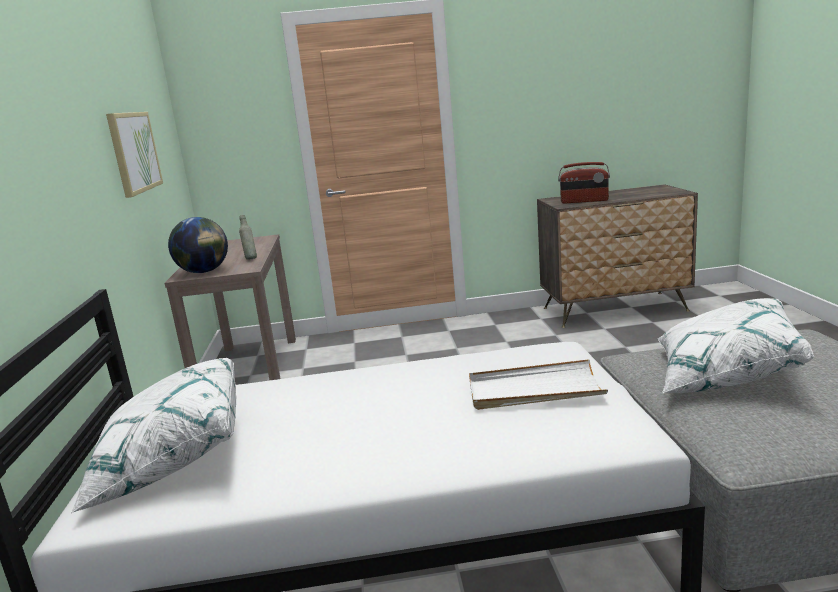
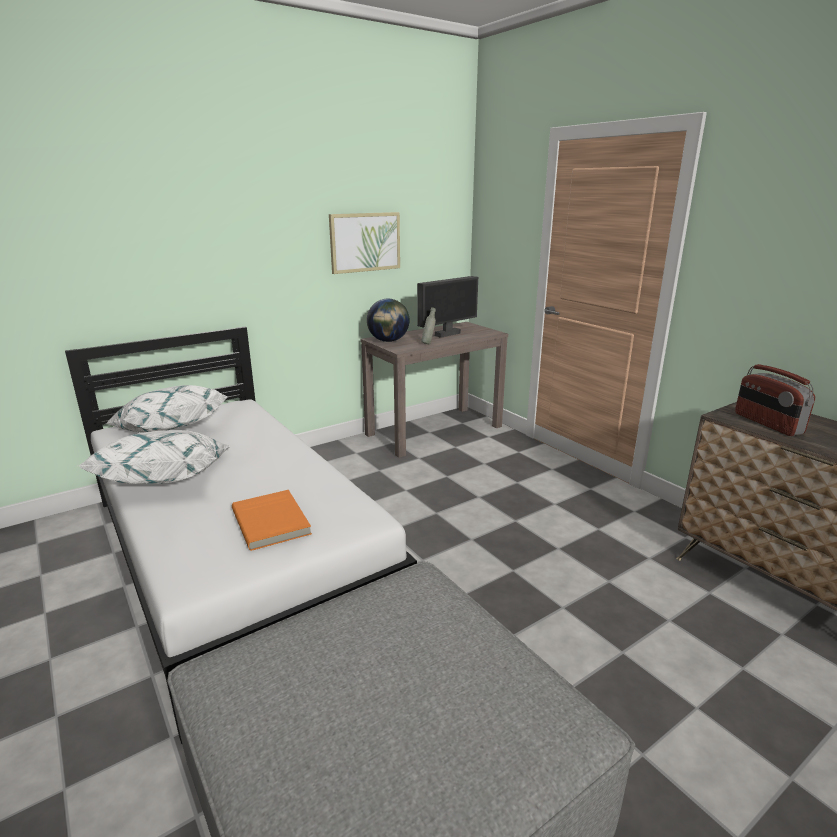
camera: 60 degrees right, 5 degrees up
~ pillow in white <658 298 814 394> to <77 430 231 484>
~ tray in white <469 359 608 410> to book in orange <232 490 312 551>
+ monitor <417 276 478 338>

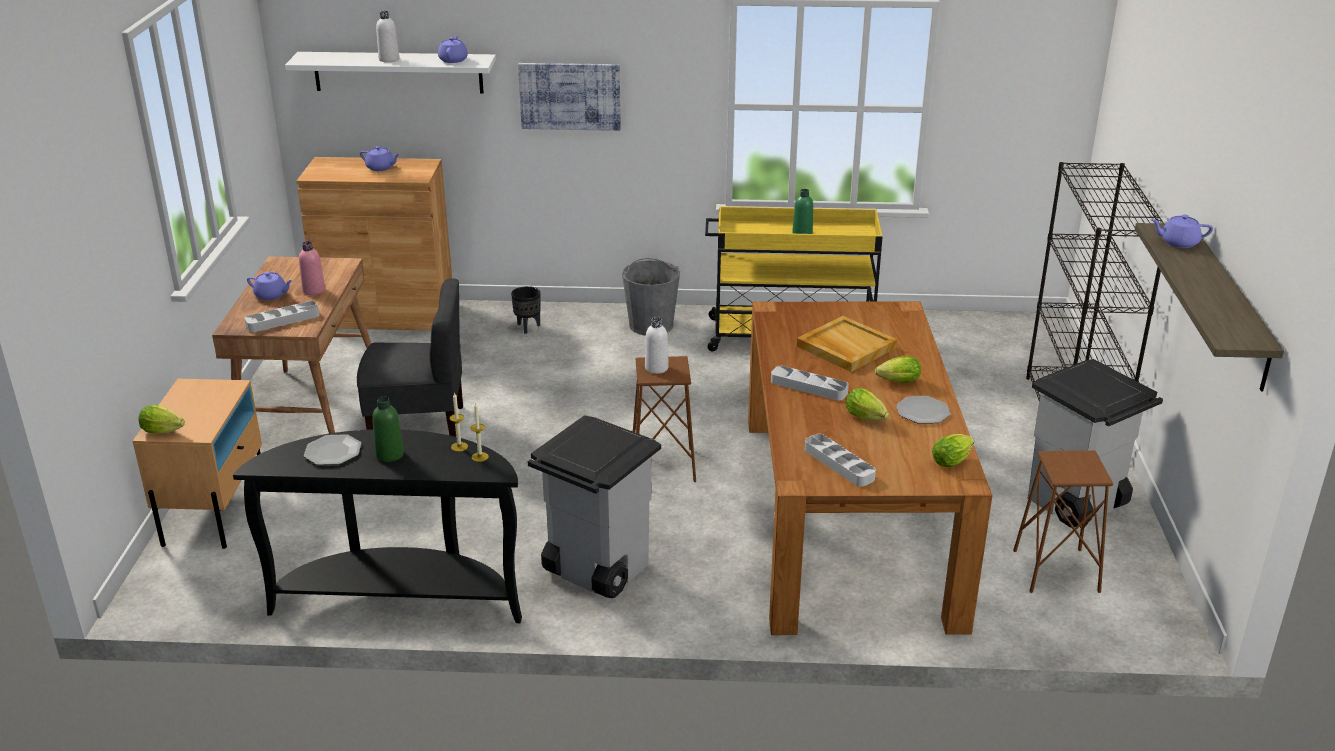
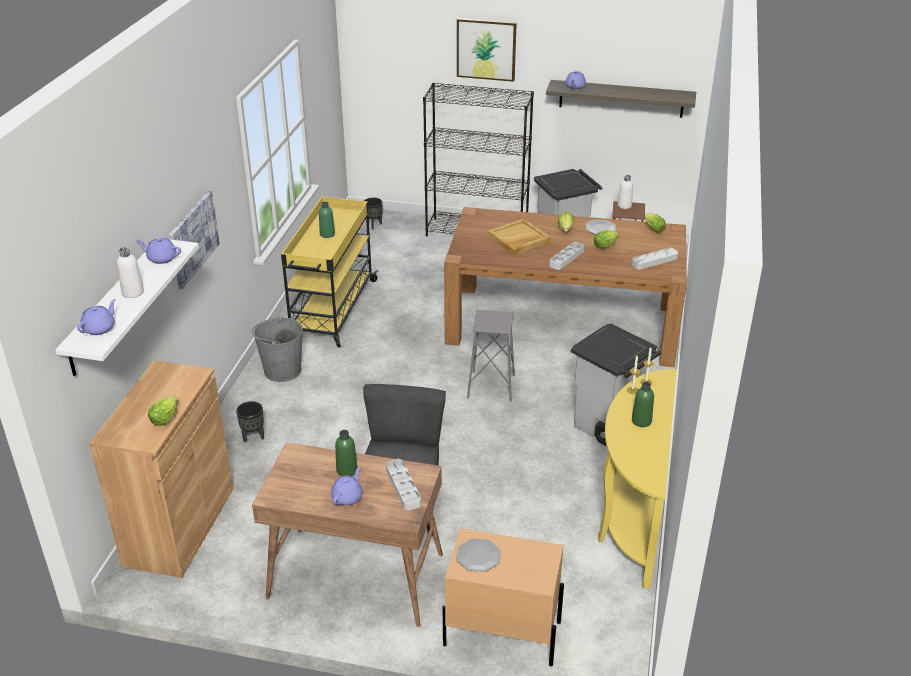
camera: 80 degrees left, 5 degrees up
~ teapot in purple <360 146 400 171> to <77 299 116 335>
~ bottle in pink <299 241 325 295> to bottle in green <335 430 358 476>
~ bottle in white <645 317 669 374> to <618 175 633 209>
~ stool in brown <633 356 696 482> to stool in grey <467 310 515 402>
~ lettuce <138 405 185 434> to <148 396 178 426>
~ console table in black <233 429 522 623> to console table in yellow <598 369 677 589>
~ plate <304 434 361 465> to <456 538 501 572>
+ picture <457 18 517 82>
+ planter in black <364 198 382 230>

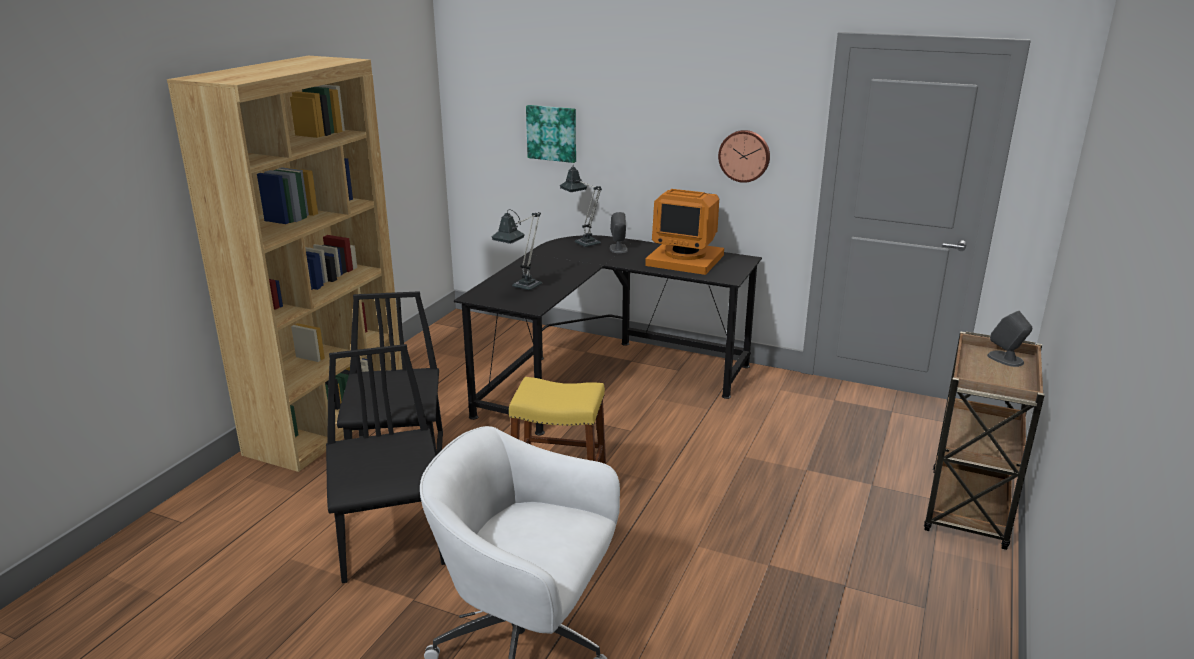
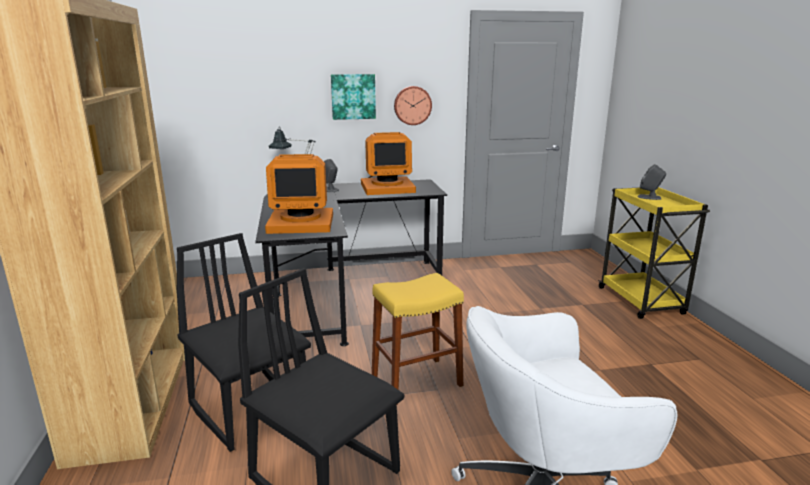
camera: 35 degrees left, 5 degrees down
~ picture <526 105 576 163> to <331 74 376 120>
~ table lamp <491 209 542 290> to monitor <265 154 333 234>
~ cart in brown <924 331 1045 550> to cart in yellow <598 187 710 319>

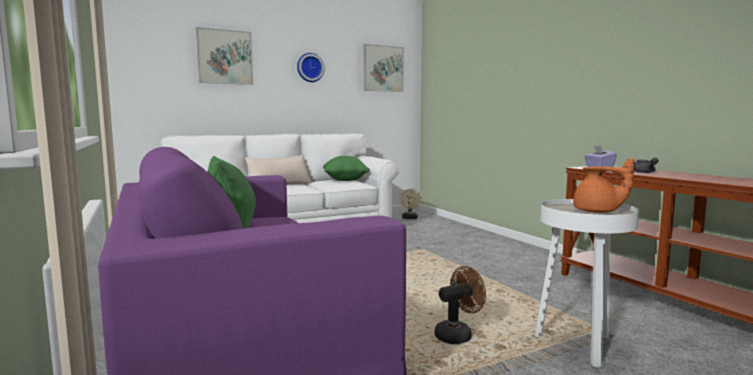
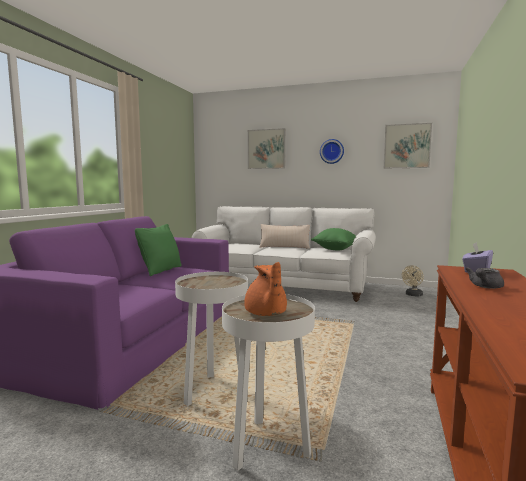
camera: 45 degrees right, 0 degrees up
~ fan in brown <435 266 486 344> to side table in white <175 272 248 406>

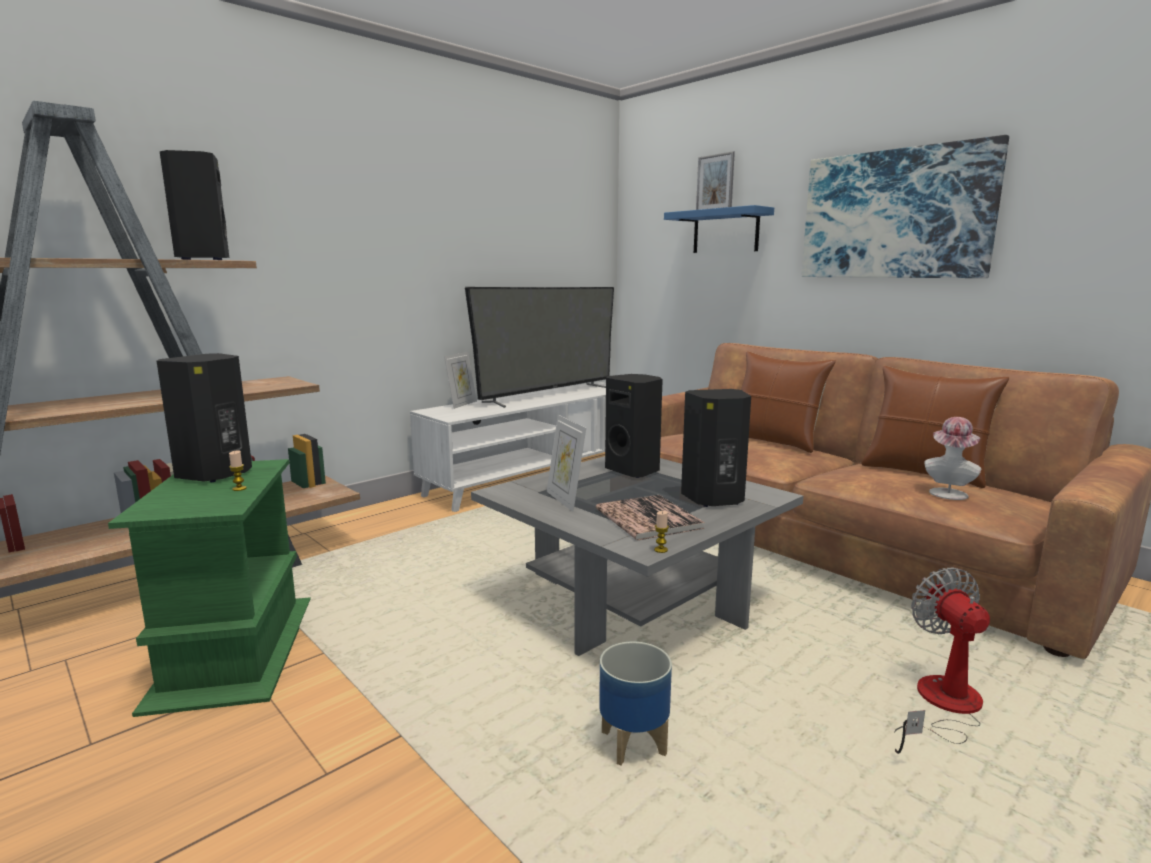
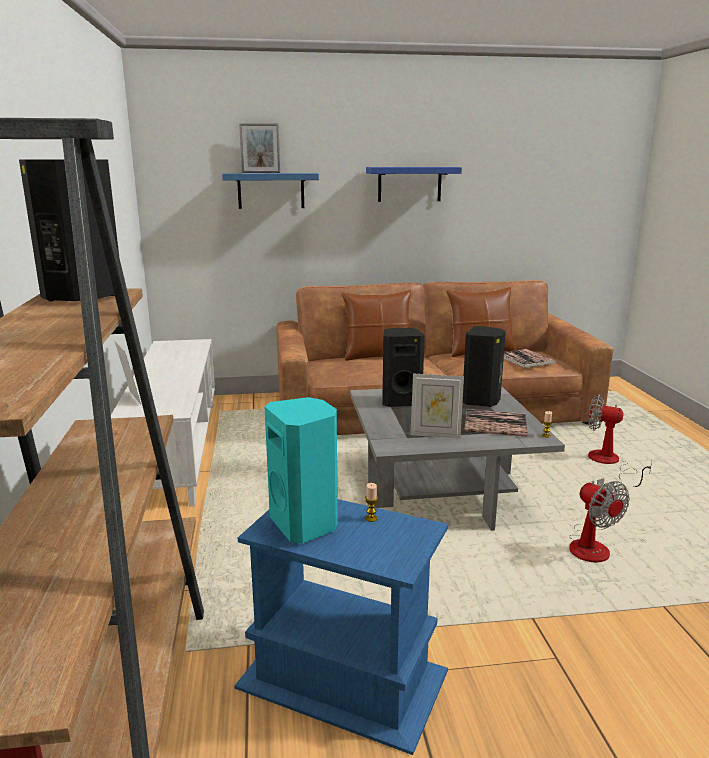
camera: 55 degrees left, 5 degrees up
~ picture <802 135 1009 278> to shelf in blue <366 167 462 202>
- television <465 287 614 408>
~ speaker in black <157 353 252 482> to speaker in turquoise <264 397 338 544>
~ hat <925 417 981 500> to book <504 349 556 368>
~ side table in green <108 459 311 717> to side table in blue <234 499 448 755>
~ planter <599 641 672 765> to fan <569 478 630 562>

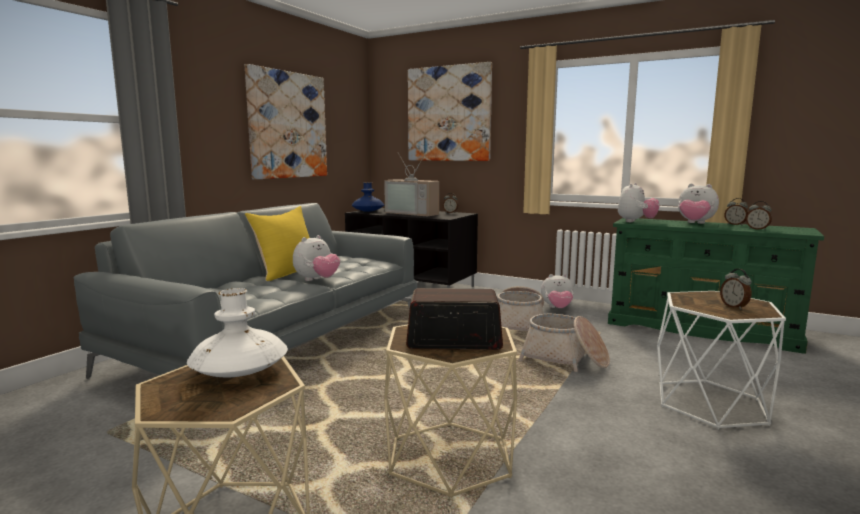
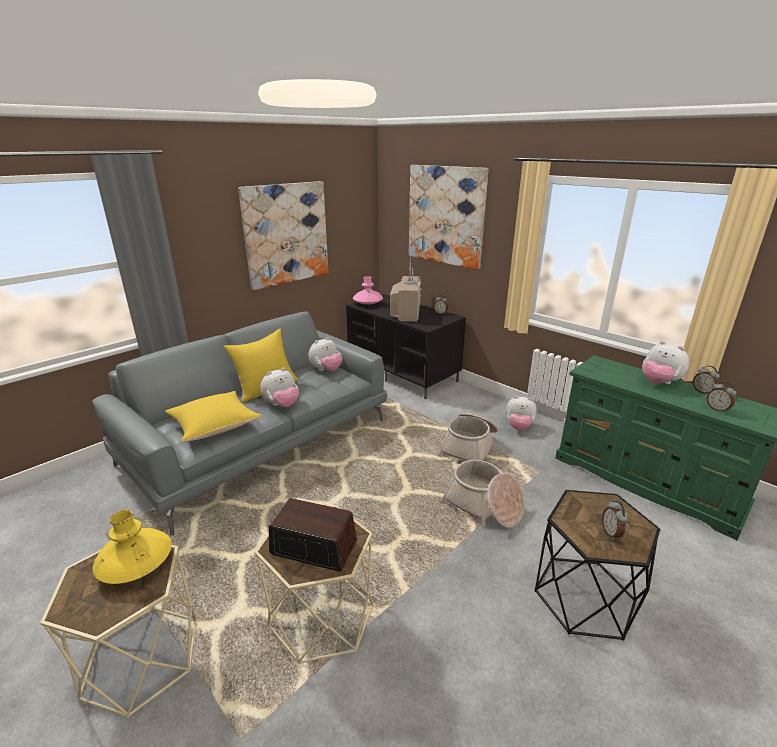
camera: 15 degrees right, 15 degrees up
~ television <384 153 439 216> = <390 258 422 322> 135 degrees counterclockwise
~ vase in blue <352 182 384 212> to vase in pink <353 277 383 305>
~ plush toy <618 183 660 222> to <309 337 343 371>
~ vase in white <187 288 288 377> to vase in yellow <93 510 172 584>
~ side table in white <657 291 786 430> to side table in black <534 490 661 641>
+ pillow in yellow <165 391 262 442>

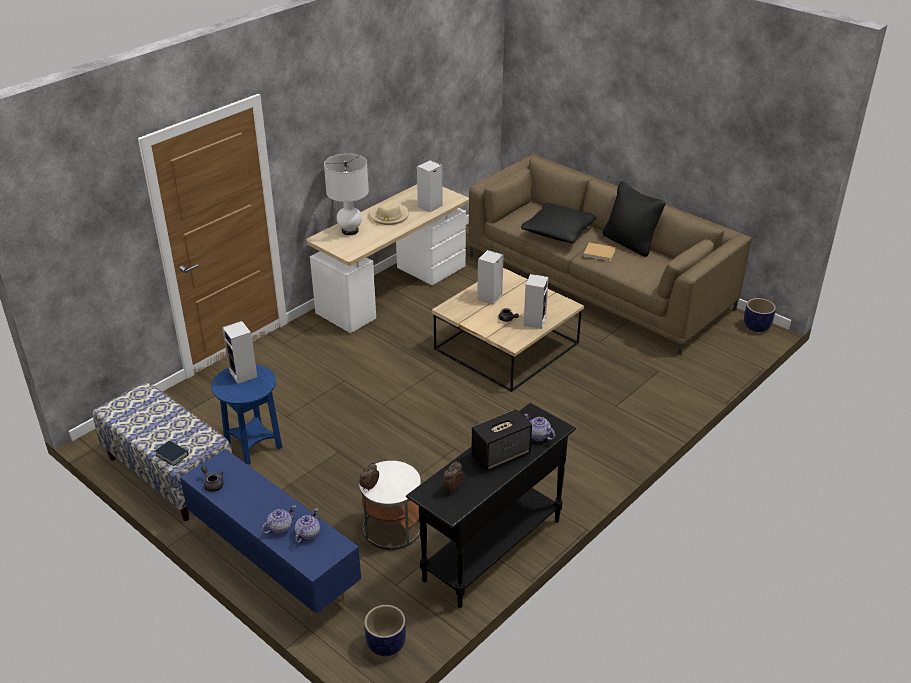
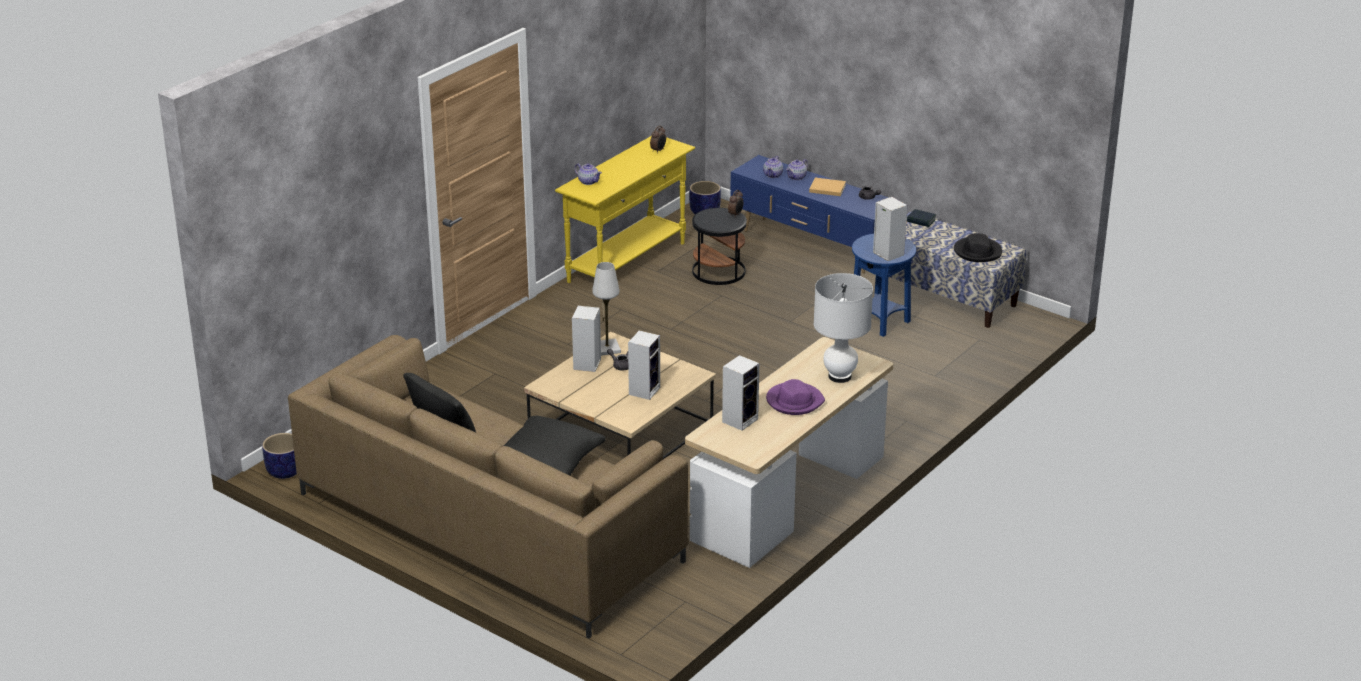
camera: 175 degrees right, 5 degrees down
~ hat in beige <369 201 409 225> to hat in purple <766 379 825 415>
~ book in beige <583 242 616 261> to <809 178 846 196>
~ console table in black <406 403 576 608> to console table in yellow <555 136 695 283>
- speaker <471 409 532 471>
~ side table in white <359 461 421 550> to side table in black <692 208 747 285>
+ hat in black <954 233 1002 262>
+ table lamp in white <592 262 621 356>

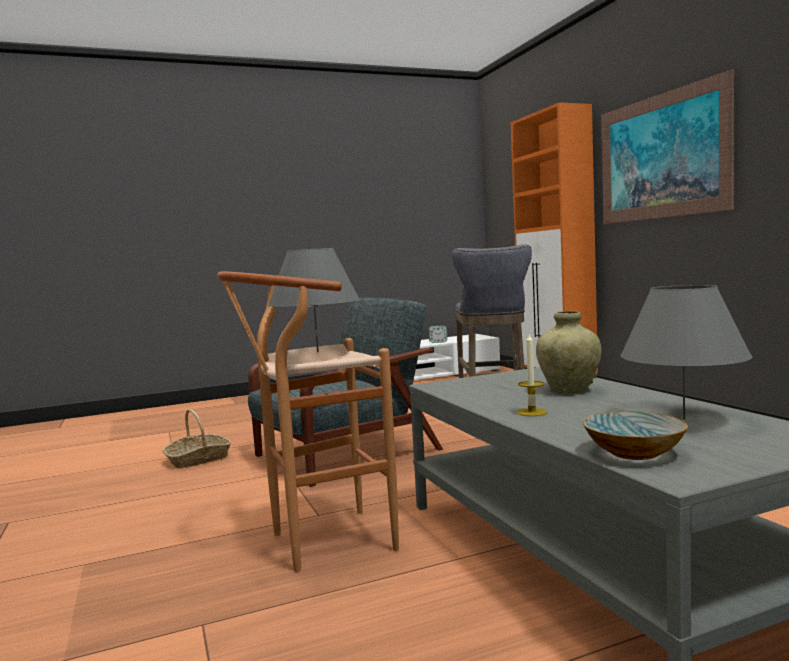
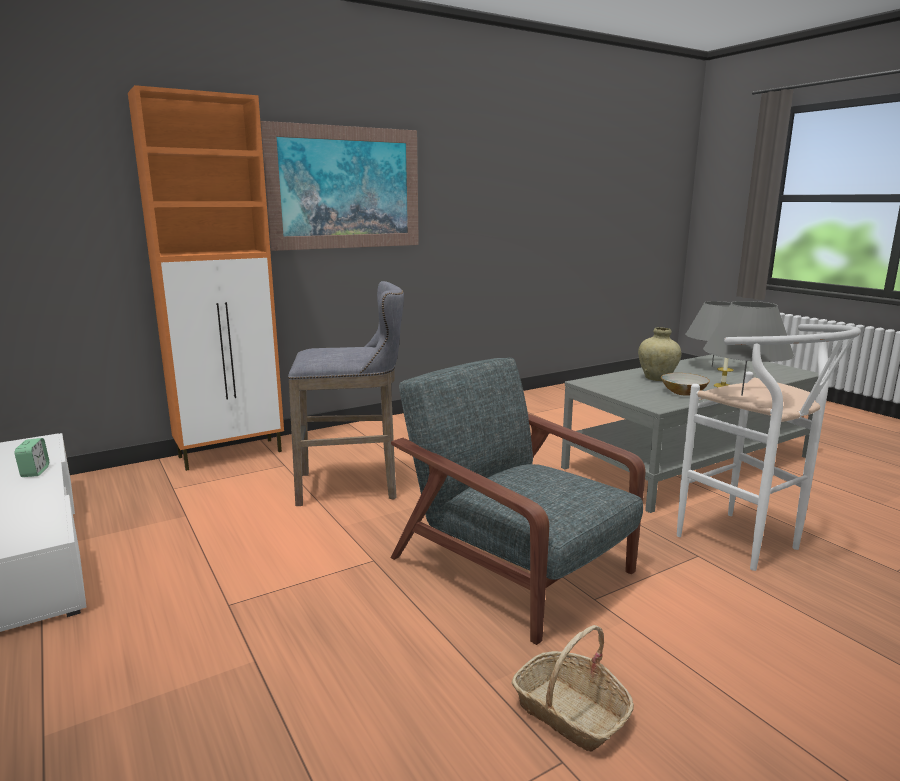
camera: 100 degrees left, 10 degrees up
~ stool in brown <217 271 399 572> to stool in white <677 324 861 571>
~ bowl <583 411 688 460> to <661 373 710 396>

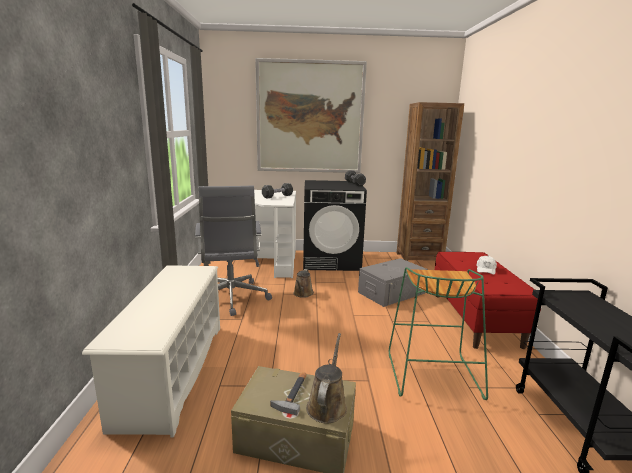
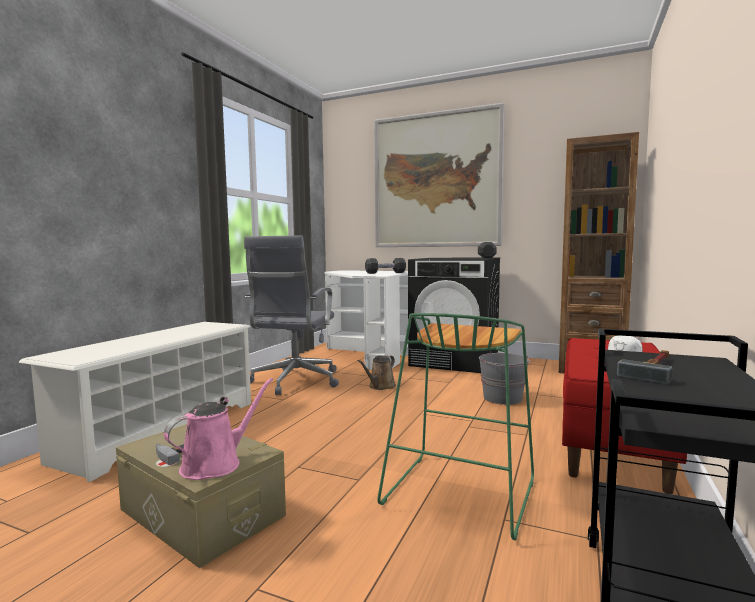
camera: 25 degrees right, 10 degrees down
~ storage box in grey <358 258 428 307> to bucket in grey <479 353 531 405>
~ watering can in brown <306 333 347 423> to watering can in pink <164 378 273 480>
+ hammer <617 350 672 384>

